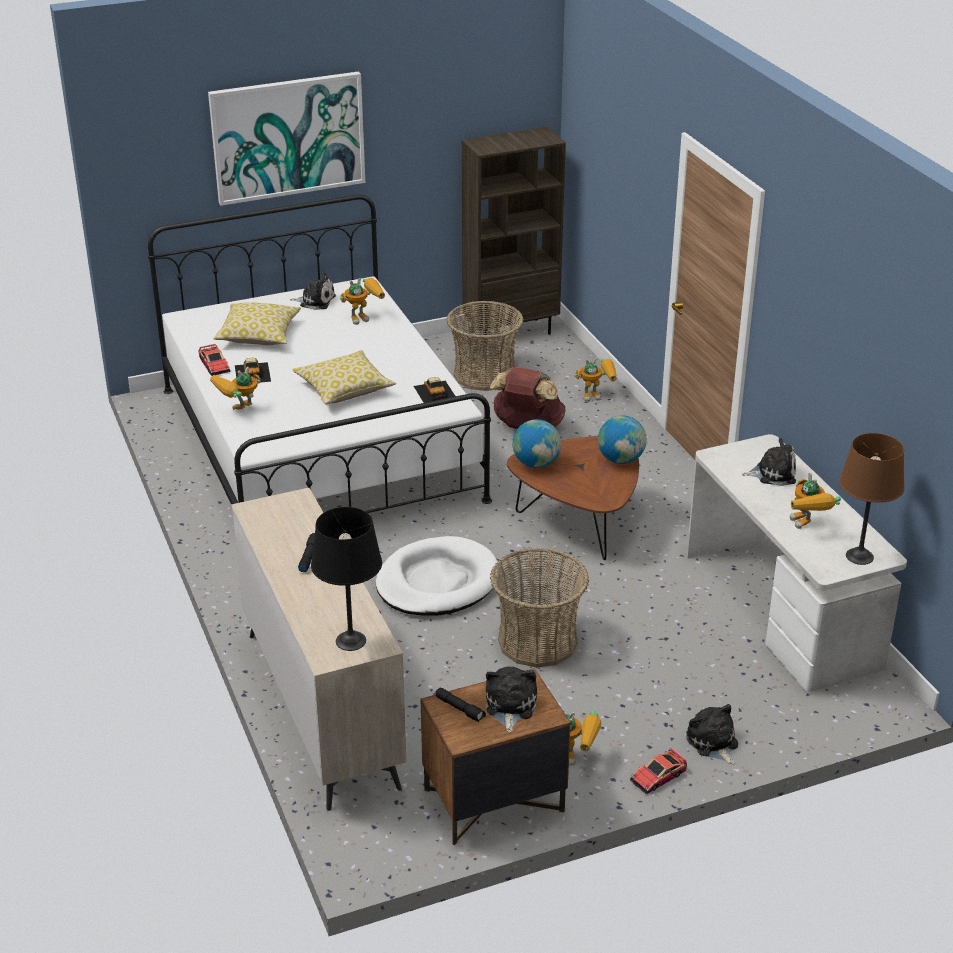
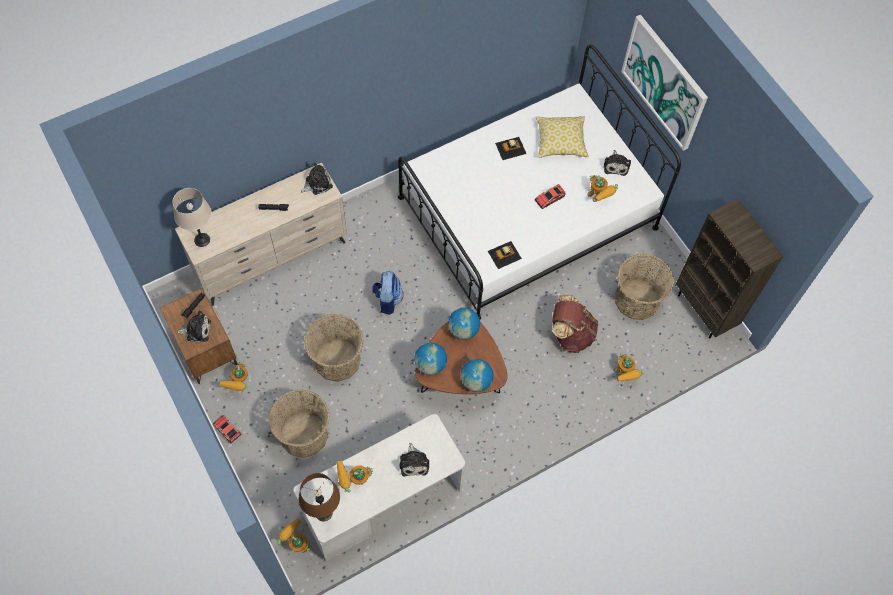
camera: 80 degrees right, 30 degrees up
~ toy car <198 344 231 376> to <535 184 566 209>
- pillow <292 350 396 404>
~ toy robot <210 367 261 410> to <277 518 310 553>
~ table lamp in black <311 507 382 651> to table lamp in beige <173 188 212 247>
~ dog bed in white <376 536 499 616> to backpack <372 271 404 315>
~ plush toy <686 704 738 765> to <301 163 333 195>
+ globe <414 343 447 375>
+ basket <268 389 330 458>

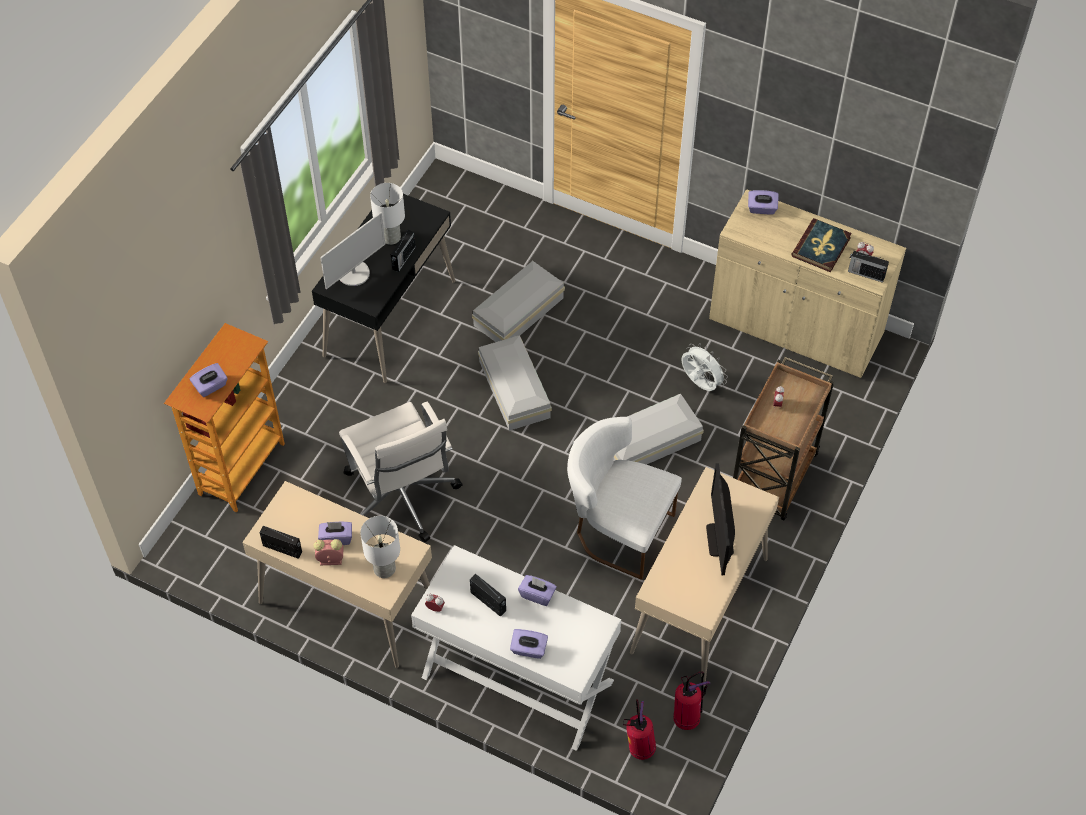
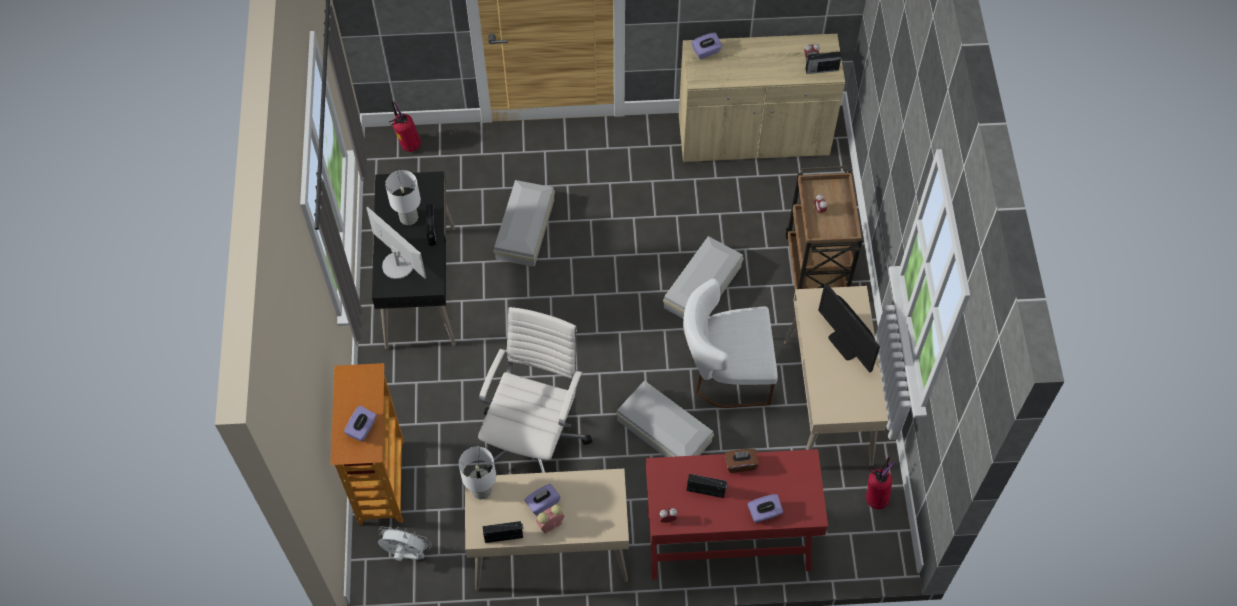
camera: 30 degrees left, 5 degrees up
~ monitor <320 212 385 289> = <366 207 426 279> 60 degrees counterclockwise
- book <792 218 852 272>
~ storage box in white <478 335 552 431> to <616 380 714 457>
~ fan in white <681 343 728 391> to <378 525 432 561>
~ office chair in white <339 401 462 543> = <478 307 592 473> 105 degrees counterclockwise
~ table lamp in white <360 516 400 578> to <459 447 496 499>
~ console table in white <411 545 621 751> to console table in red <646 449 828 580>
~ tissue box in purple <518 575 557 606> to tissue box in brown <725 449 759 473>
~ fire extinguisher <623 699 656 760> to <389 101 421 152>

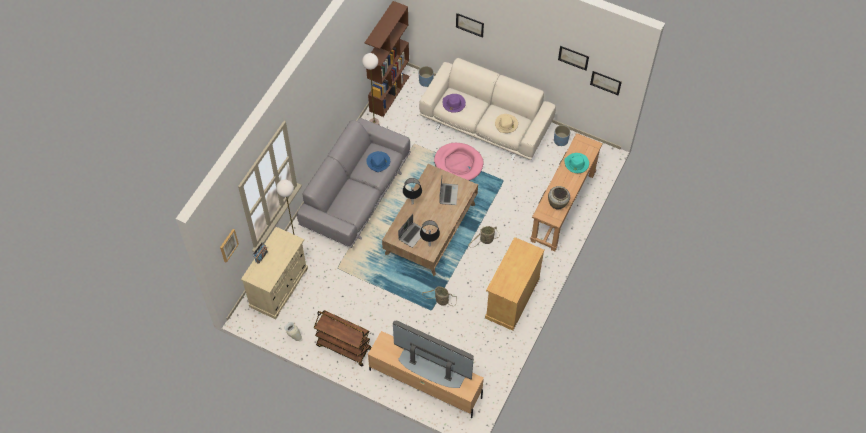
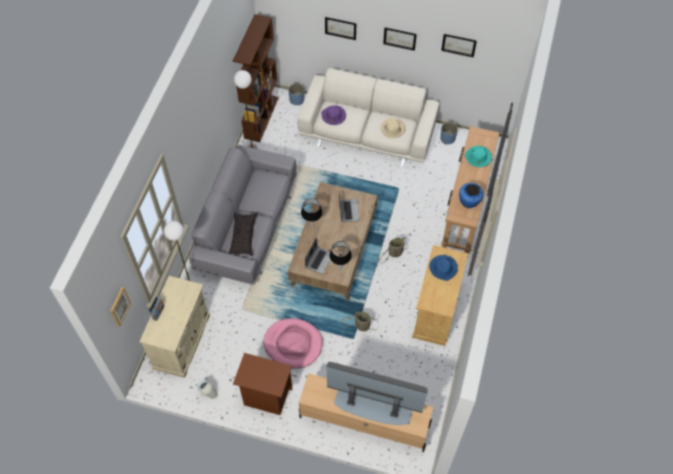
camera: 10 degrees left, 0 degrees up
~ picture <590 71 622 95> to <383 27 417 51>
~ dog bed in pink <434 143 484 181> to <263 318 322 368>
~ hat in blue <366 151 390 172> to <429 255 458 281>
~ vase in beige <548 186 570 209> to vase in blue <459 183 483 208>
~ cart in brown <314 310 372 367> to nightstand in brown <233 353 292 415>
+ pillow <229 213 257 256>

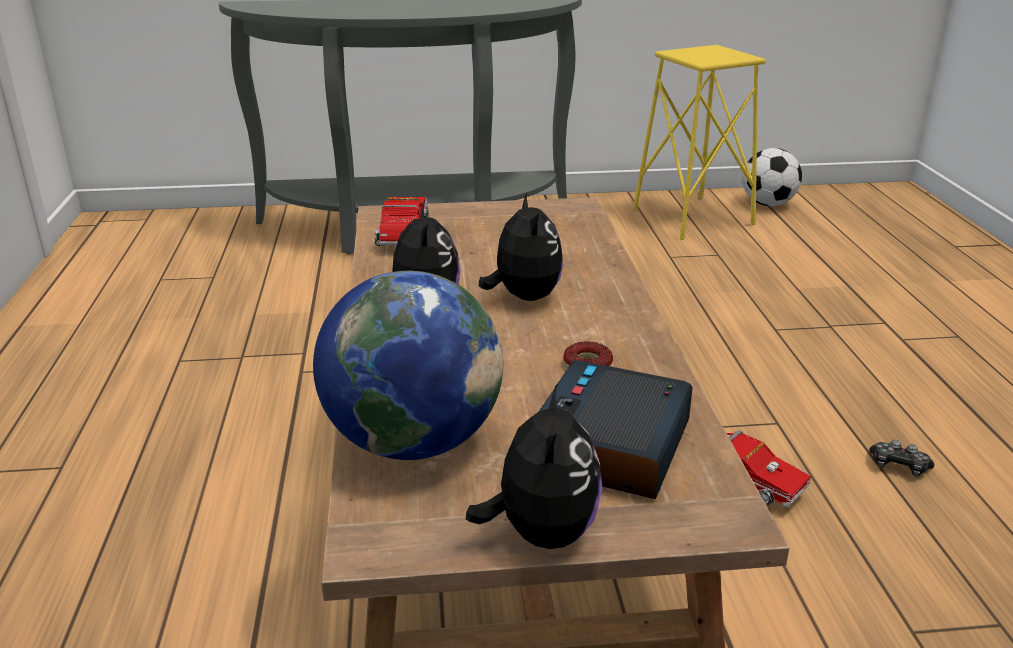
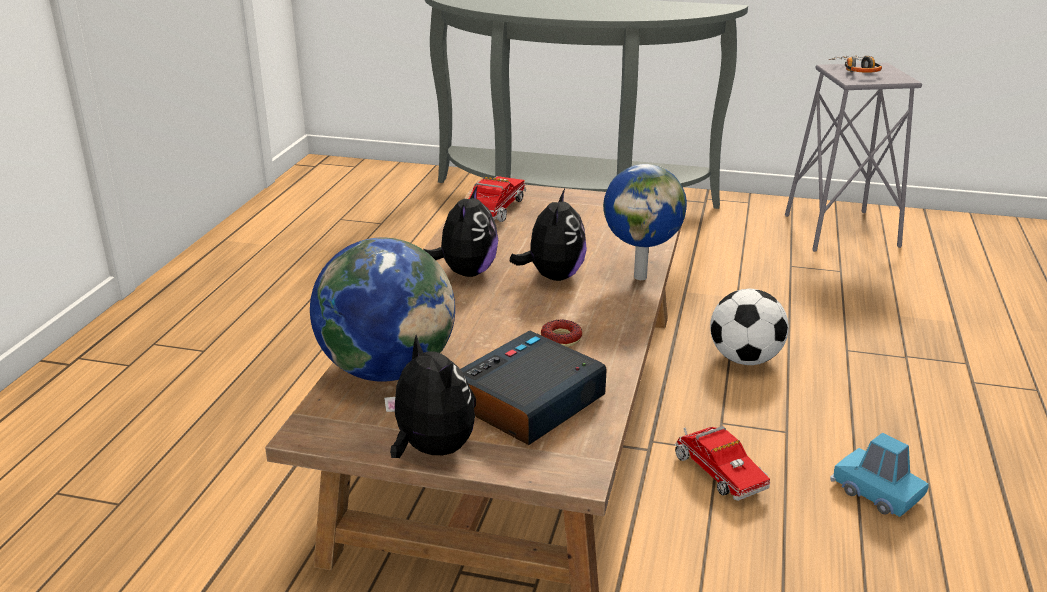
camera: 20 degrees right, 0 degrees up
~ stool in yellow <633 45 766 240> to stool in grey <785 63 922 252>
~ football <742 148 802 206> to <710 289 789 365>
~ plush toy <466 382 602 549> = <384 335 475 458> 60 degrees counterclockwise
~ game controller <870 440 935 477> to toy car in blue <830 433 929 517>
+ headphones <829 55 882 73>
+ globe <603 164 687 280>

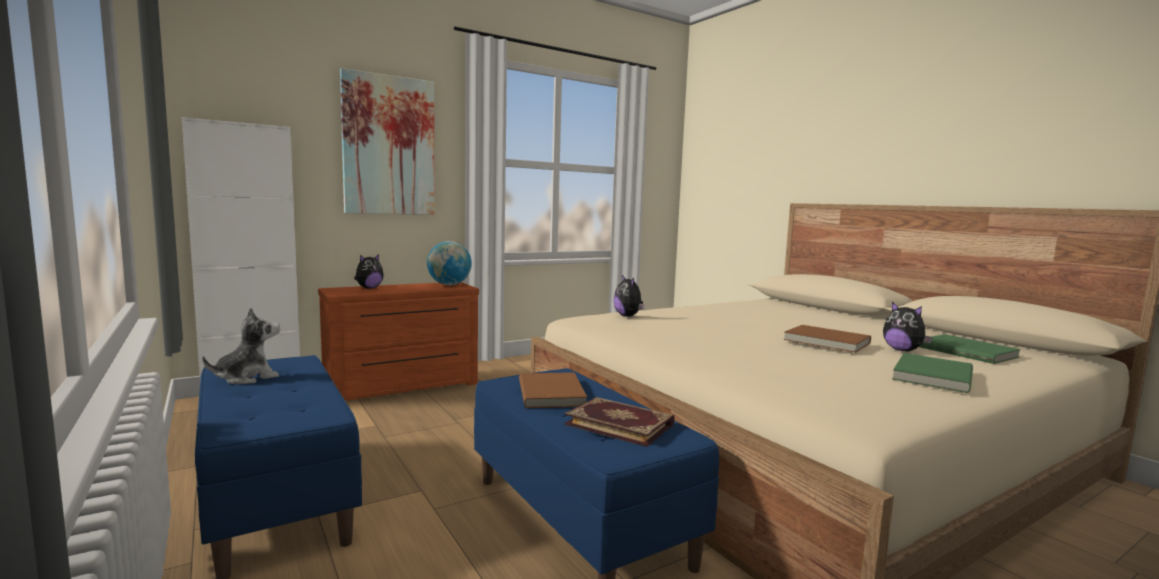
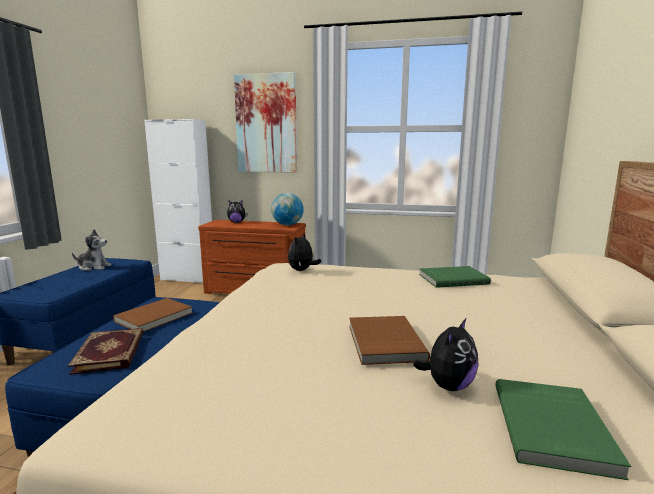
camera: 45 degrees right, 5 degrees up
~ plush toy <883 302 933 351> = <413 319 479 391> 150 degrees counterclockwise
~ book in green <892 353 973 393> to <419 266 491 288>

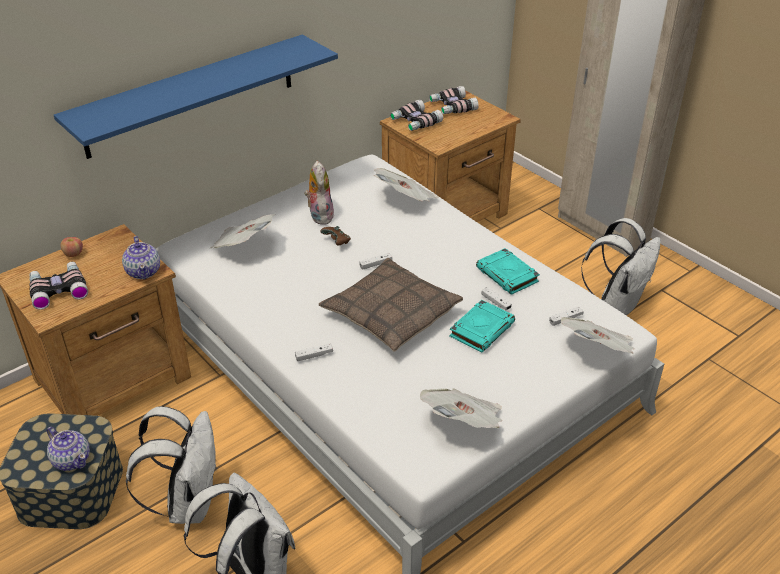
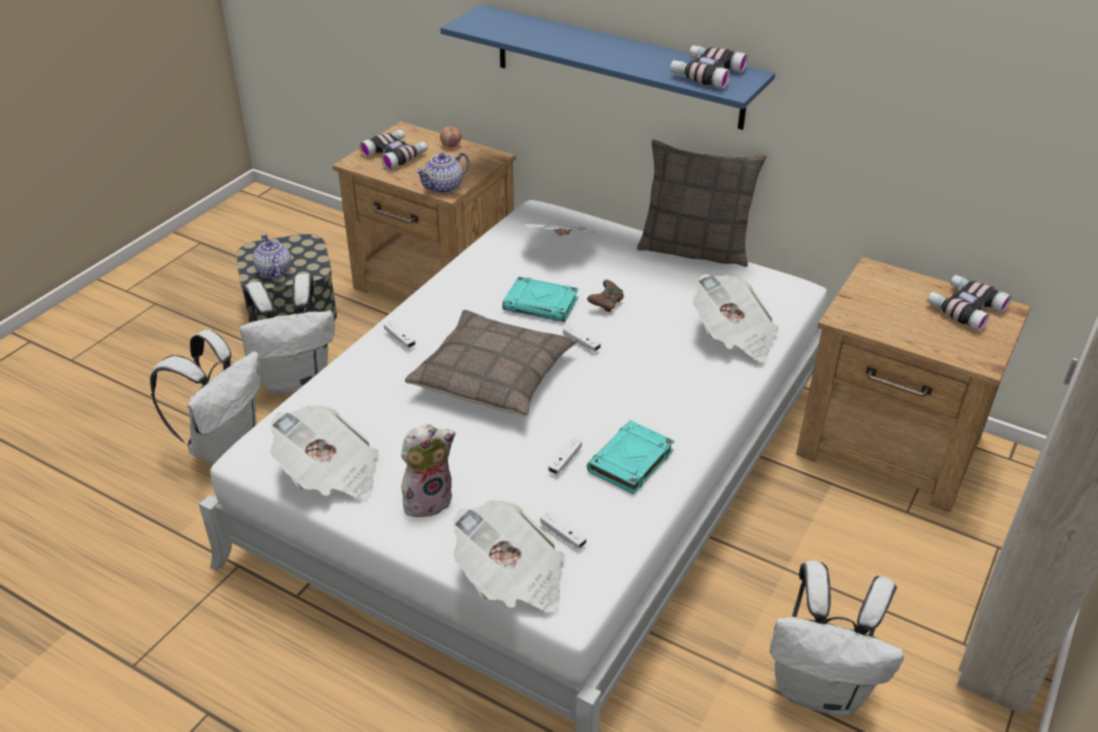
camera: 70 degrees right, 0 degrees up
~ binoculars <390 99 443 131> to <670 45 748 89>
~ plush toy <304 161 334 225> to <401 424 455 517>
~ book in turquoise <449 300 515 353> to <502 276 579 322>
~ teapot <47 427 90 471> = <253 234 291 278> 135 degrees clockwise
+ pillow <637 139 767 267>

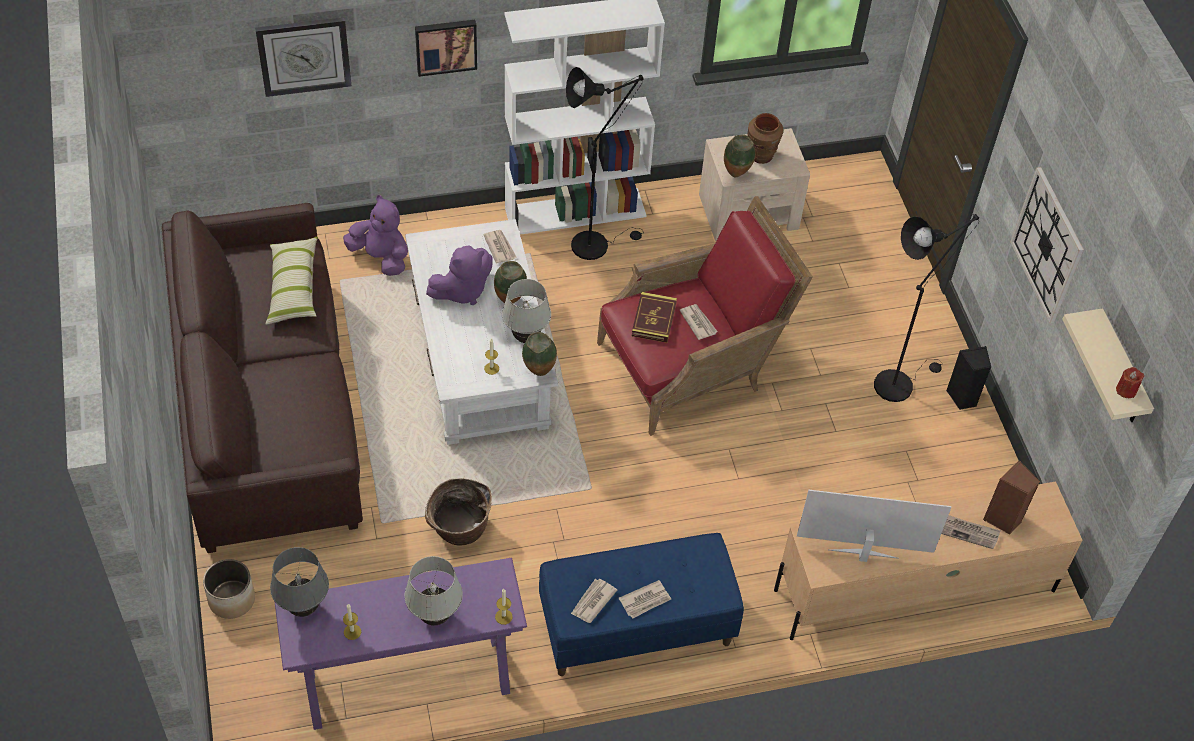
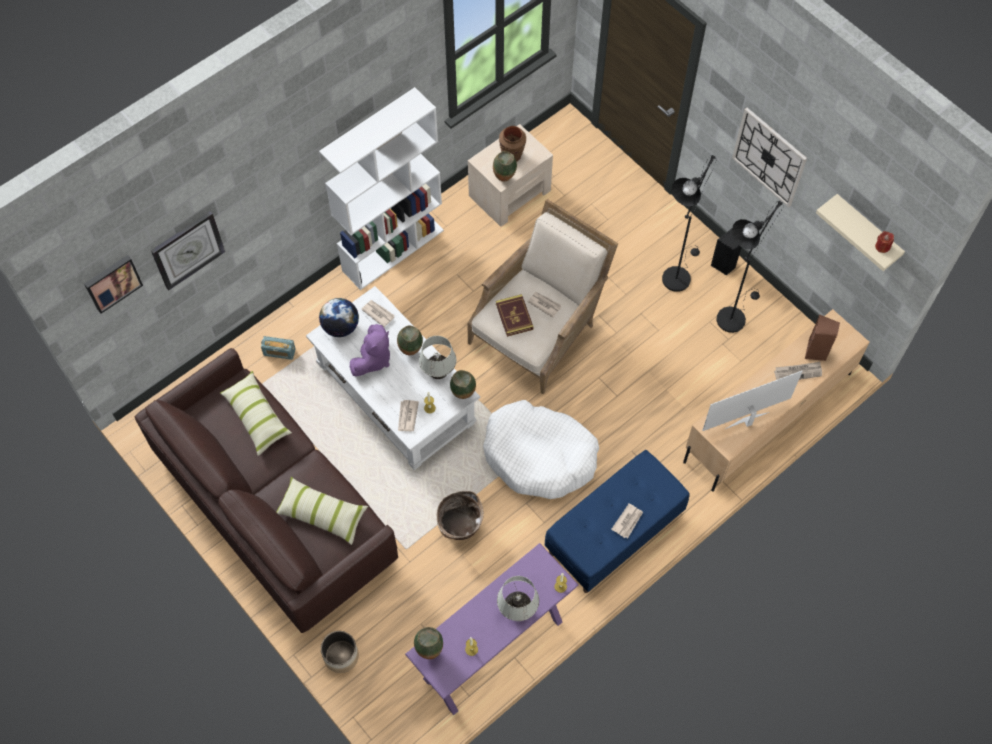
camera: 25 degrees left, 10 degrees up
~ picture <415 20 477 77> to <84 255 143 314>
~ floor lamp in black <566 67 644 260> to <716 201 784 333>
~ plush toy in purple <343 195 408 276> to radio <261 336 296 360>
~ armchair in red <597 196 813 436> to armchair in beige <468 199 618 394>
~ table lamp in grey <270 547 329 617> to vase <414 627 443 659>
~ newspaper <571 579 617 623> to <398 400 419 431>
+ globe <319 298 359 337>
+ dog bed in white <483 400 599 499>
+ pillow <276 477 368 545>

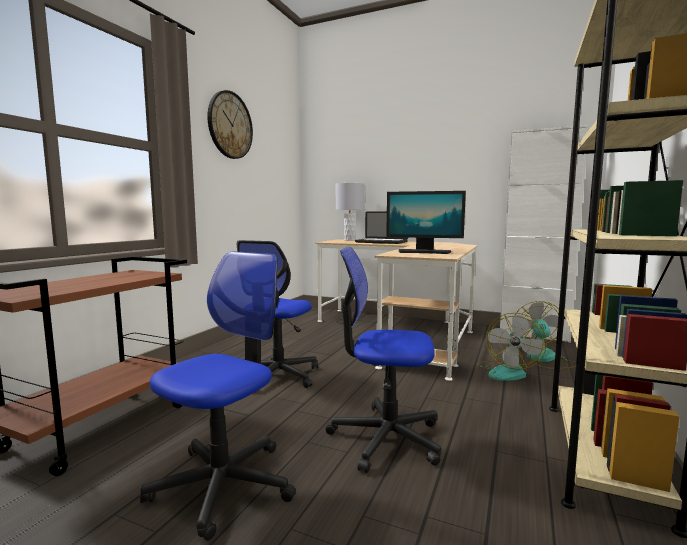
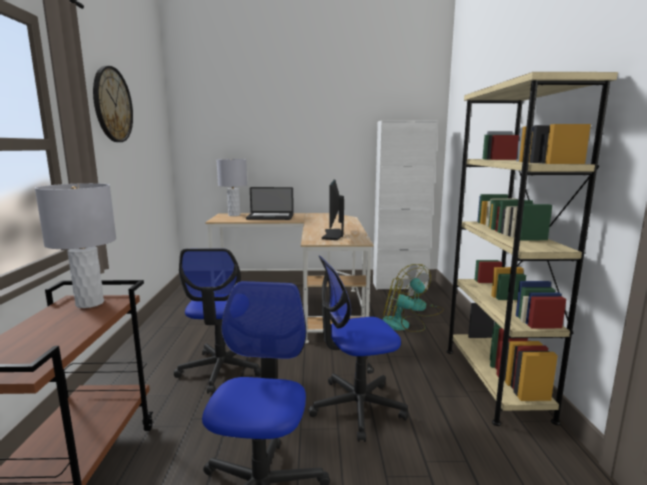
camera: 25 degrees left, 5 degrees up
~ monitor <386 191 466 254> = <322 179 344 240> 105 degrees clockwise
~ fan <477 313 547 381> = <382 278 425 332> 105 degrees clockwise
+ table lamp in grey <35 183 116 308>

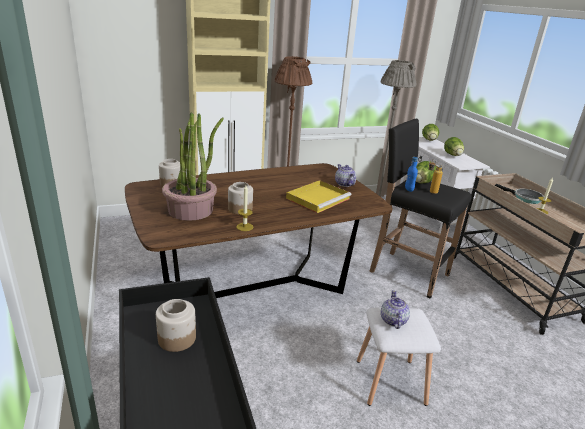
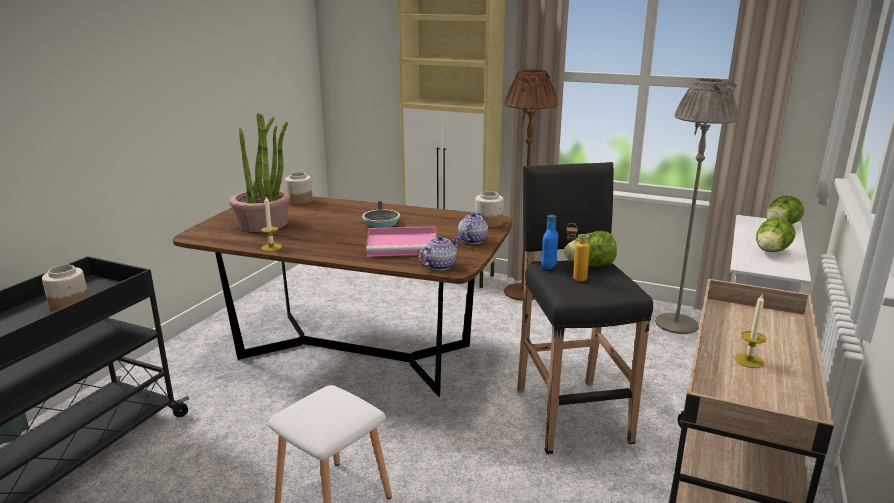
camera: 45 degrees right, 5 degrees down
~ tray in yellow <286 180 351 213> to tray in pink <366 227 437 257>
~ jar <228 182 253 215> to <475 191 504 227>
~ frying pan <495 184 544 204> to <362 201 400 228>
~ teapot <381 290 410 329> to <419 235 460 270>

